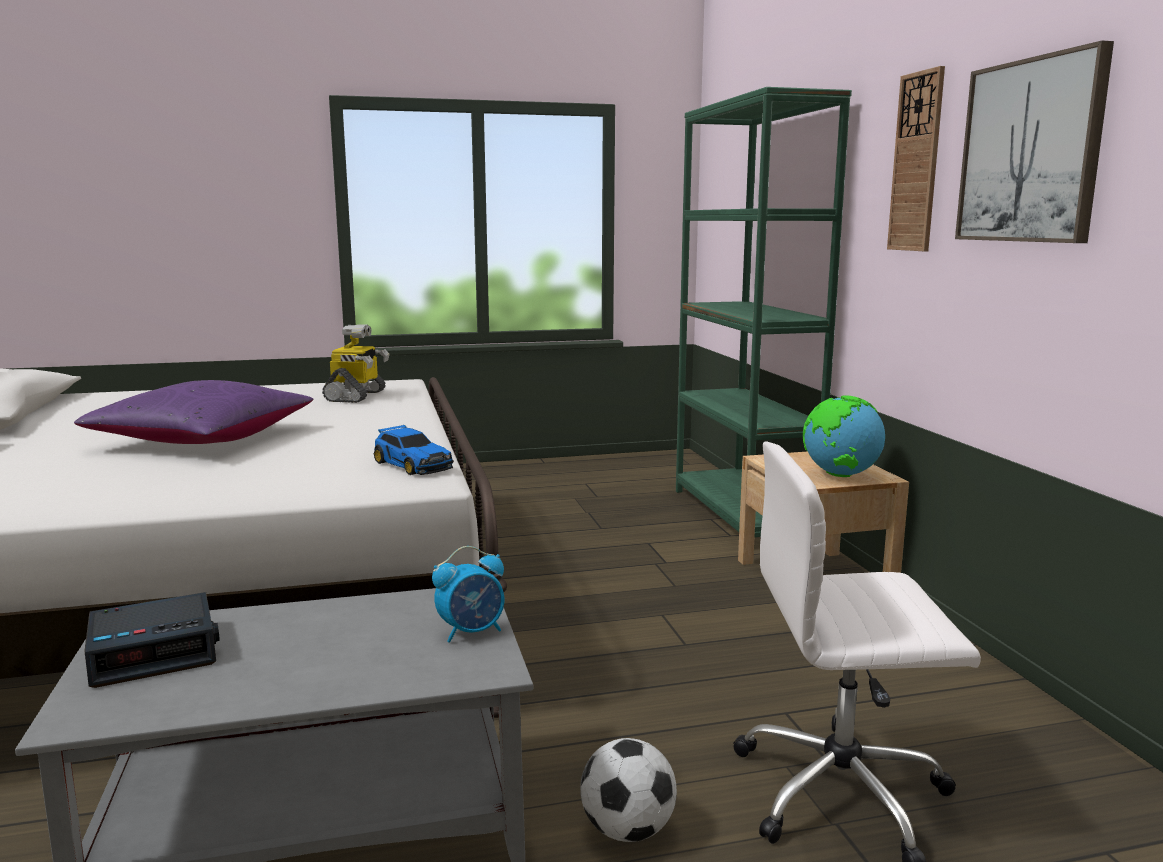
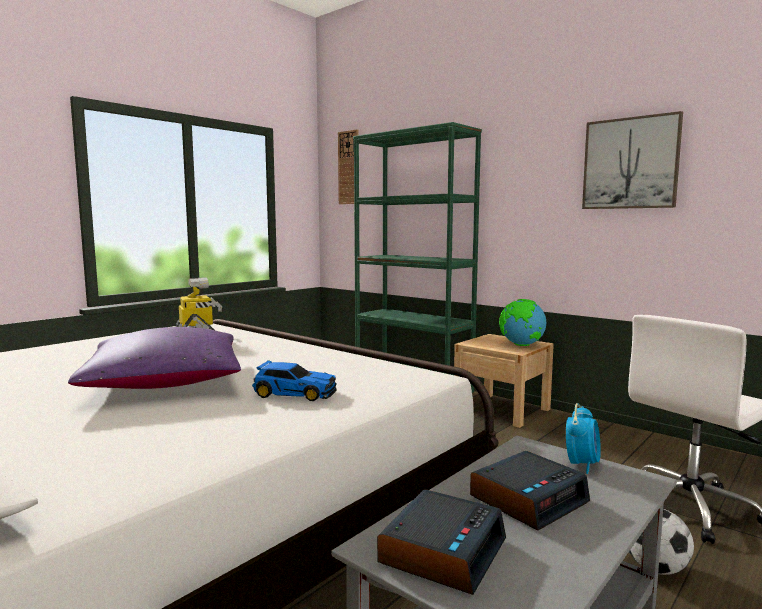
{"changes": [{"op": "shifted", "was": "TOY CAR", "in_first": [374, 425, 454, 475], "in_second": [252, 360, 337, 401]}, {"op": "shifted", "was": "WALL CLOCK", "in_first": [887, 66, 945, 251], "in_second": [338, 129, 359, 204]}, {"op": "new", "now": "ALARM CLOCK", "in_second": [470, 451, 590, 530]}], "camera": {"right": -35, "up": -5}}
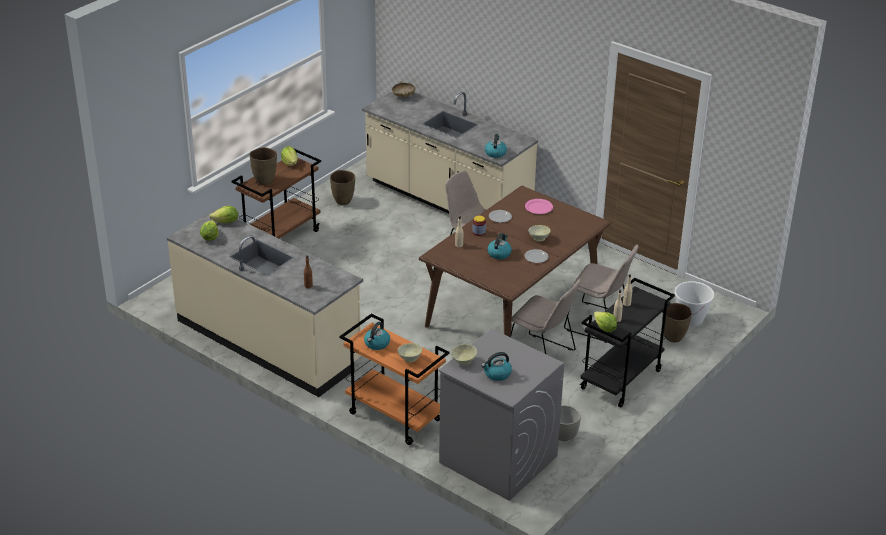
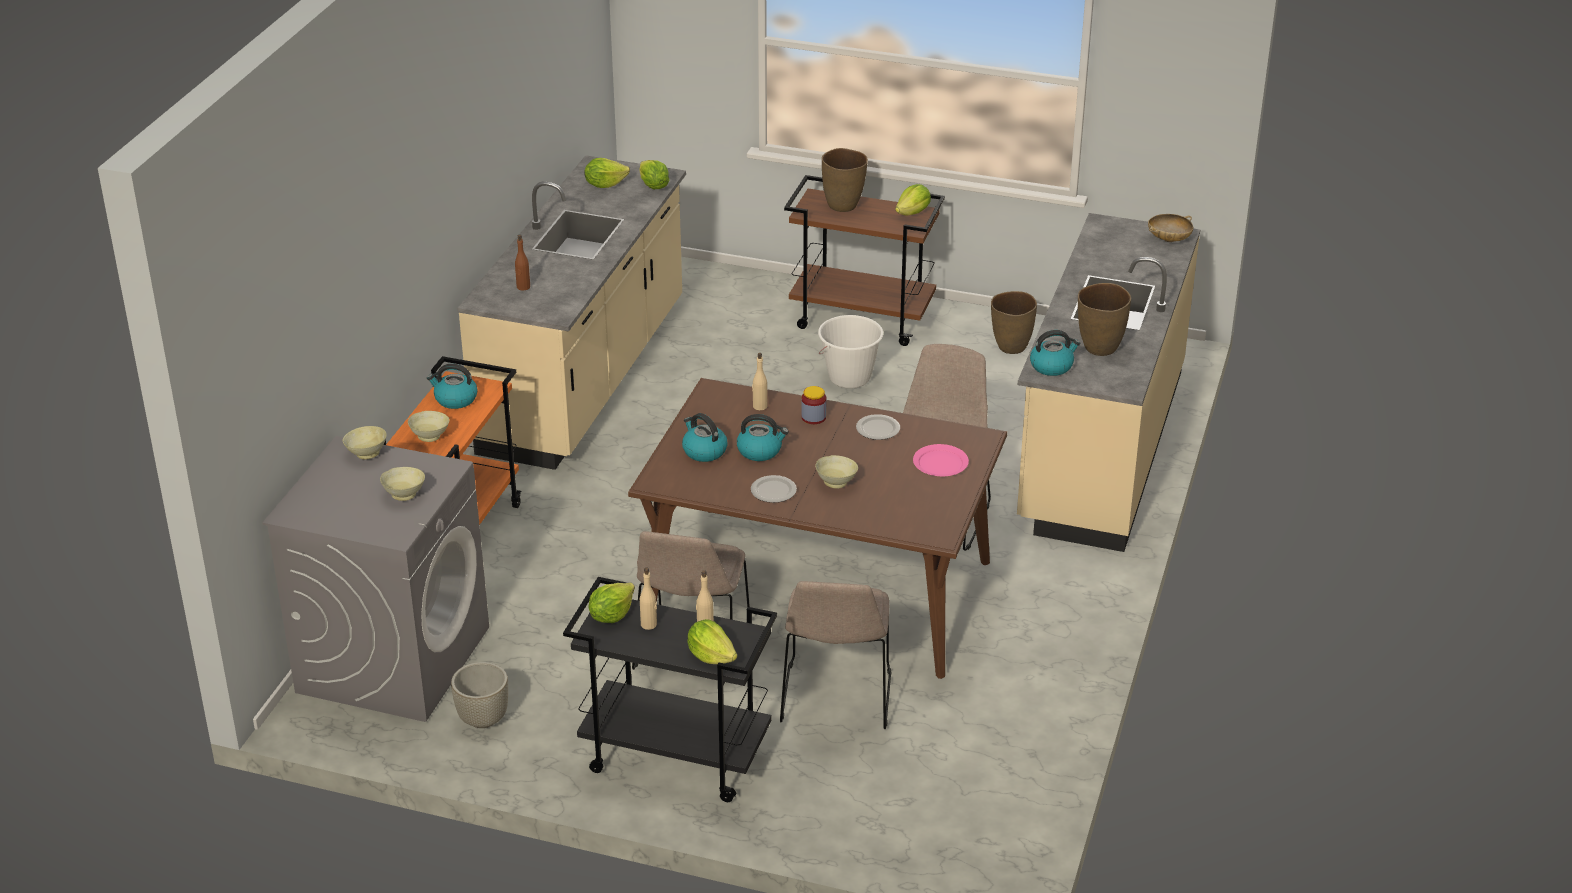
{"changes": [{"op": "shifted", "was": "KETTLE", "in_first": [481, 352, 512, 381], "in_second": [682, 413, 728, 462]}, {"op": "shifted", "was": "BROWN VASE", "in_first": [664, 303, 692, 343], "in_second": [1078, 283, 1131, 356]}, {"op": "shifted", "was": "WHITE BUCKET", "in_first": [675, 281, 714, 326], "in_second": [818, 315, 883, 389]}, {"op": "new", "now": "BEIGE BOWL", "in_second": [380, 467, 425, 501]}, {"op": "new", "now": "LETTUCE", "in_second": [687, 619, 737, 664]}], "camera": {"right": 70, "up": 0}}
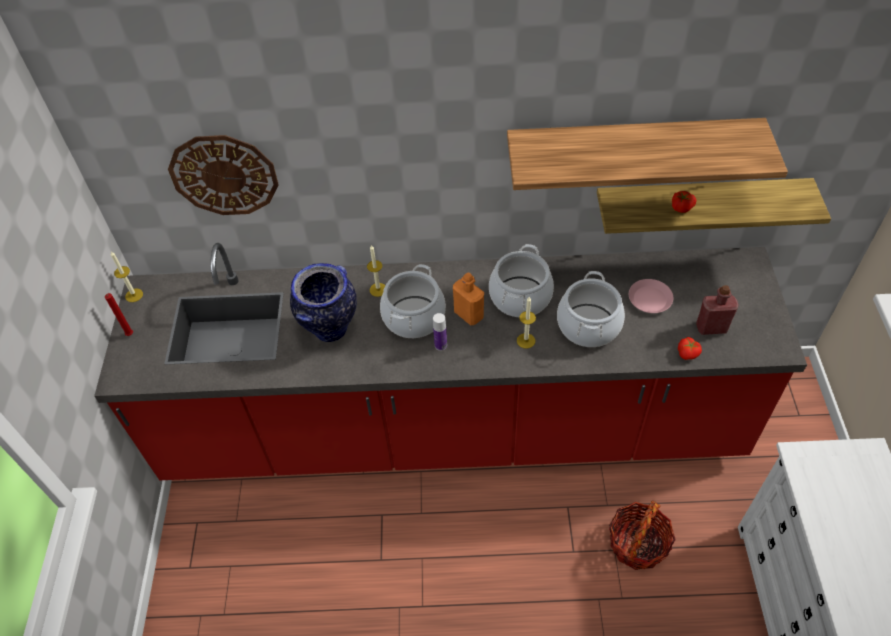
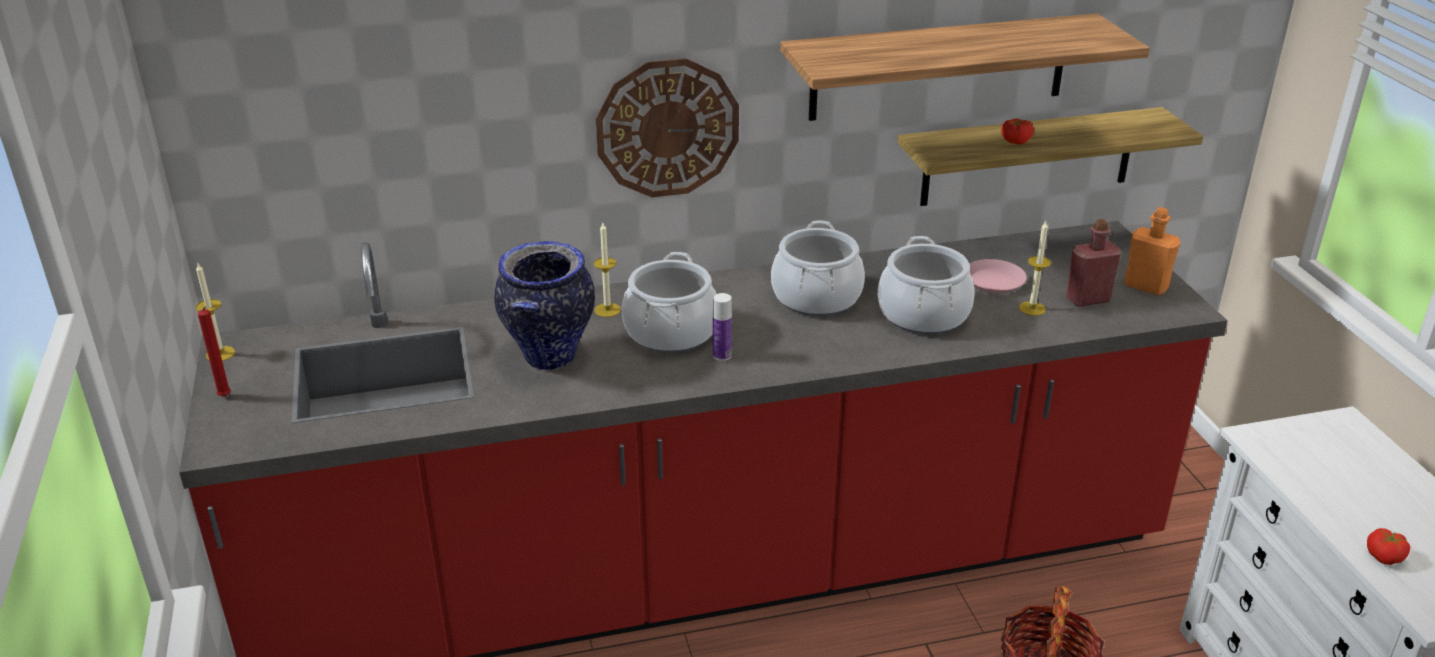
{"changes": [{"op": "shifted", "was": "WALL CLOCK", "in_first": [168, 135, 279, 215], "in_second": [596, 58, 739, 197]}, {"op": "shifted", "was": "ORANGE BOTTLE", "in_first": [453, 272, 484, 326], "in_second": [1124, 207, 1180, 295]}, {"op": "shifted", "was": "CANDLE", "in_first": [517, 297, 536, 349], "in_second": [1019, 221, 1051, 316]}, {"op": "shifted", "was": "TOMATO", "in_first": [678, 337, 702, 360], "in_second": [1367, 528, 1410, 565]}], "camera": {"right": -15, "up": -20}}
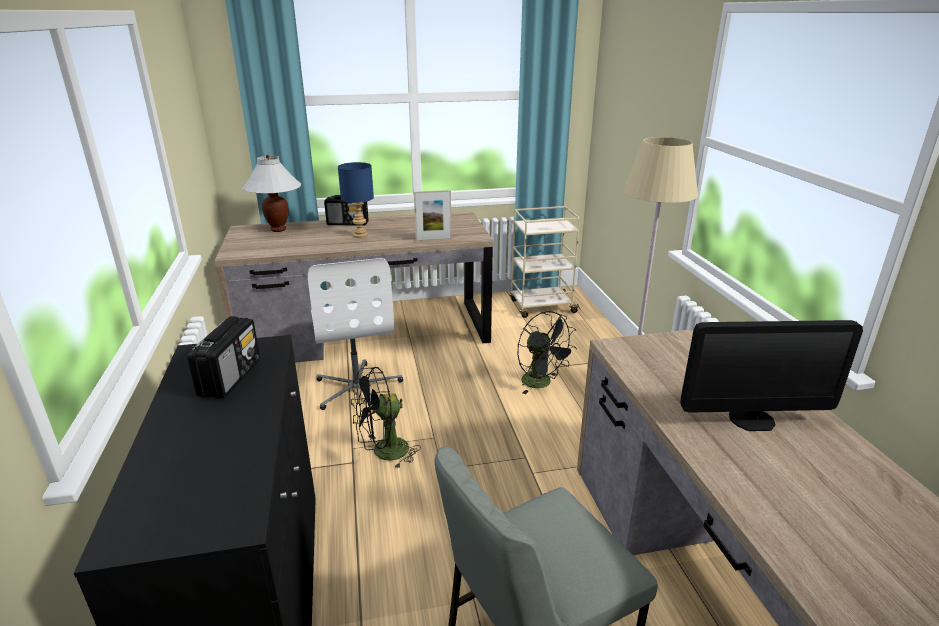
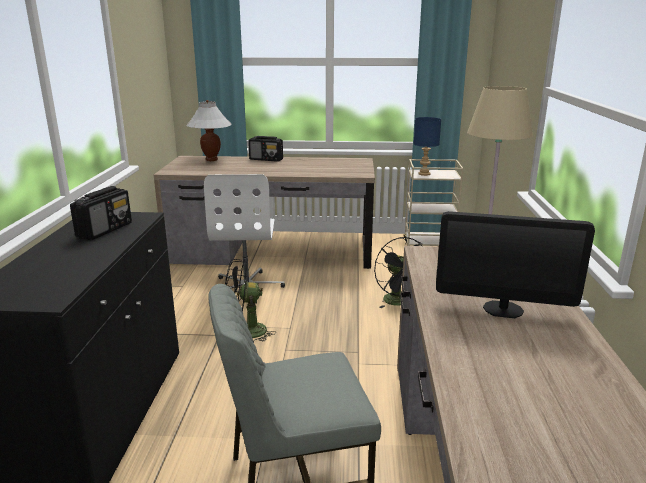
{"changes": [{"op": "shifted", "was": "BLUE TABLE LAMP", "in_first": [338, 162, 374, 238], "in_second": [414, 117, 441, 176]}, {"op": "gone", "was": "PICTURE FRAME", "in_first": [414, 190, 452, 241]}], "camera": {"right": 15, "up": -5}}
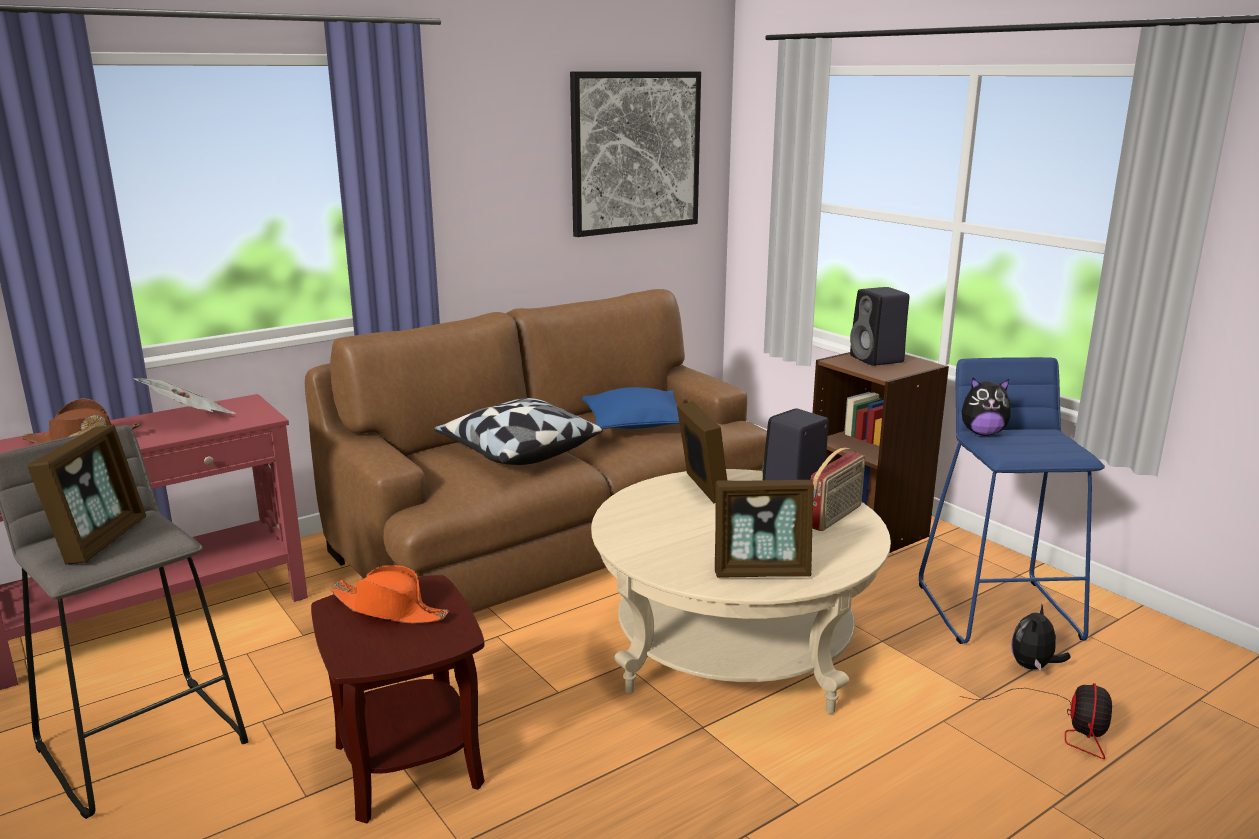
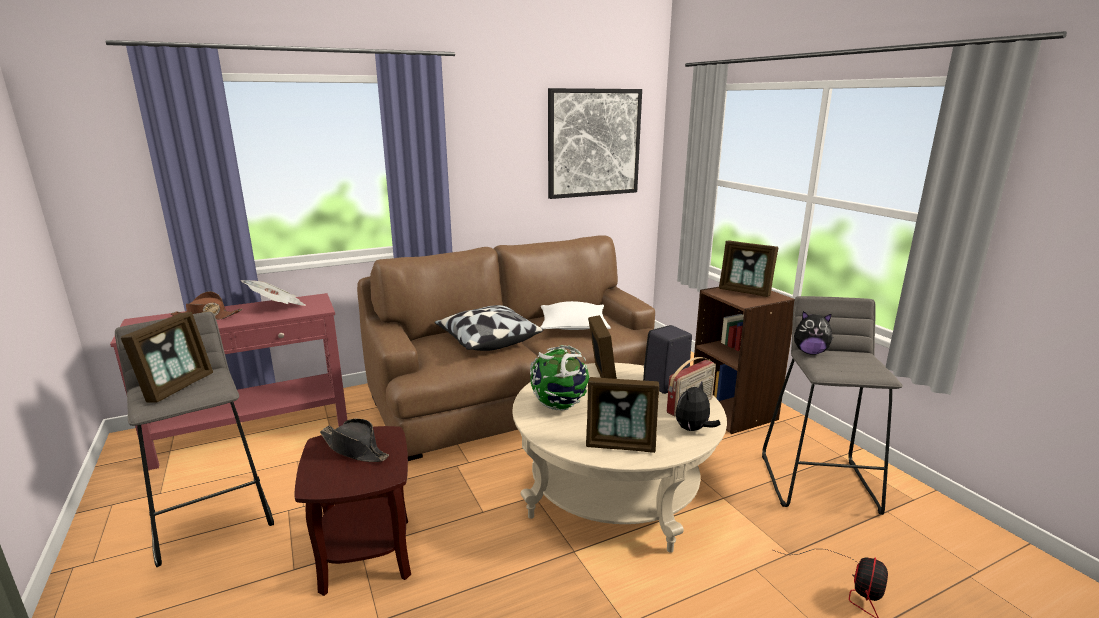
{"changes": [{"op": "repainted", "was": "ORANGE HAT", "now": "BLACK HAT", "in_first": [330, 565, 449, 623], "in_second": [320, 418, 389, 462]}, {"op": "repainted", "was": "BLUE PILLOW", "now": "WHITE PILLOW", "in_first": [582, 387, 680, 429], "in_second": [541, 301, 611, 330]}, {"op": "swapped", "was": "BLACK SPEAKER", "now": "PICTURE FRAME", "in_first": [850, 287, 909, 366], "in_second": [719, 241, 779, 297]}, {"op": "repainted", "was": "BLUE STOOL", "now": "GREY STOOL", "in_first": [919, 357, 1105, 644], "in_second": [762, 296, 903, 515]}, {"op": "shifted", "was": "PLUSH TOY", "in_first": [1011, 605, 1071, 671], "in_second": [676, 382, 720, 431]}, {"op": "new", "now": "GLOBE", "in_second": [530, 345, 589, 410]}], "camera": {"right": 10, "up": 0}}
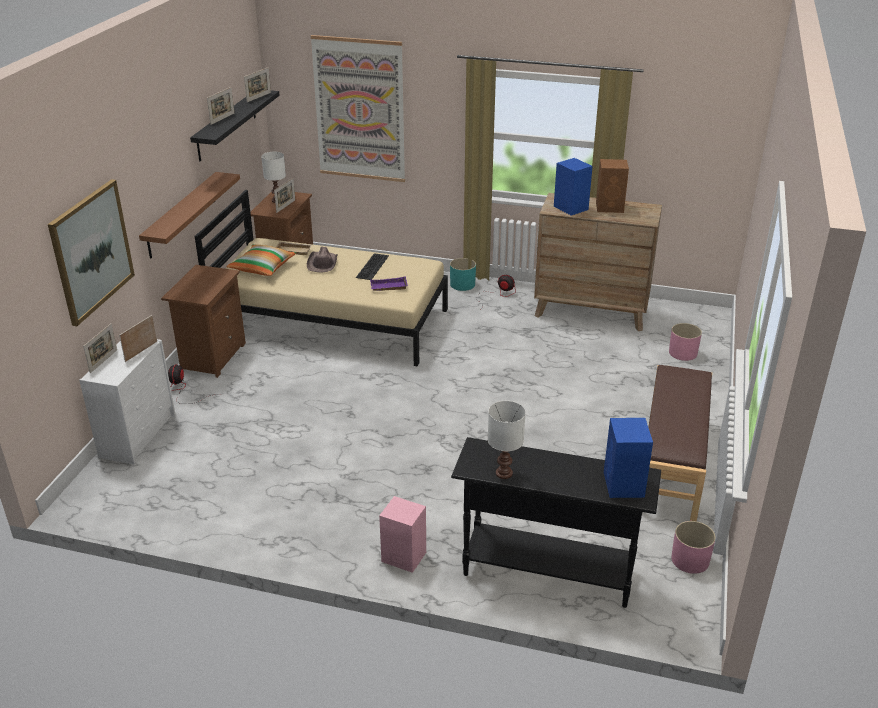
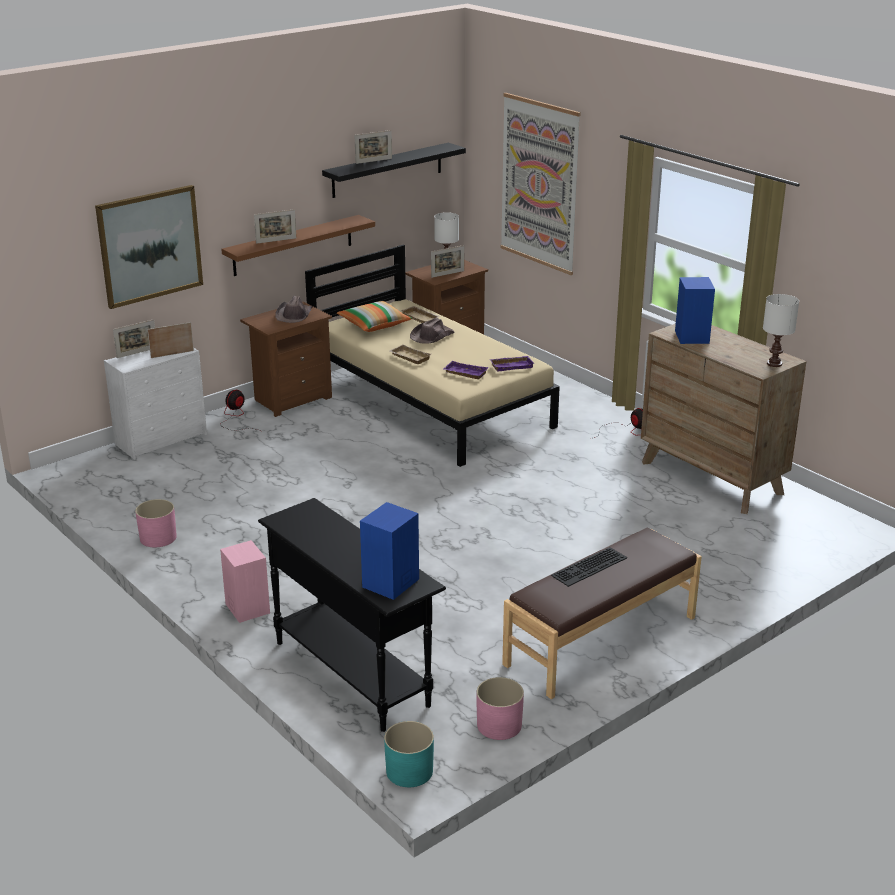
{"changes": [{"op": "shifted", "was": "PICTURE FRAME", "in_first": [244, 67, 271, 102], "in_second": [254, 209, 296, 244]}, {"op": "shifted", "was": "KEYBOARD", "in_first": [356, 253, 389, 280], "in_second": [551, 547, 627, 587]}, {"op": "shifted", "was": "TURQUOISE PLANTER", "in_first": [450, 258, 476, 291], "in_second": [384, 721, 434, 787]}, {"op": "shifted", "was": "WHITE TABLE LAMP", "in_first": [488, 401, 526, 479], "in_second": [763, 294, 799, 367]}, {"op": "gone", "was": "BROWN SPEAKER", "in_first": [596, 159, 629, 213]}, {"op": "shifted", "was": "PINK PLANTER", "in_first": [669, 323, 702, 361], "in_second": [135, 499, 177, 547]}, {"op": "new", "now": "BROWN HAT", "in_second": [275, 296, 313, 323]}, {"op": "new", "now": "BEIGE TRAY", "in_second": [390, 344, 431, 364]}, {"op": "new", "now": "PURPLE TRAY", "in_second": [490, 356, 535, 371]}], "camera": {"right": 35, "up": -5}}
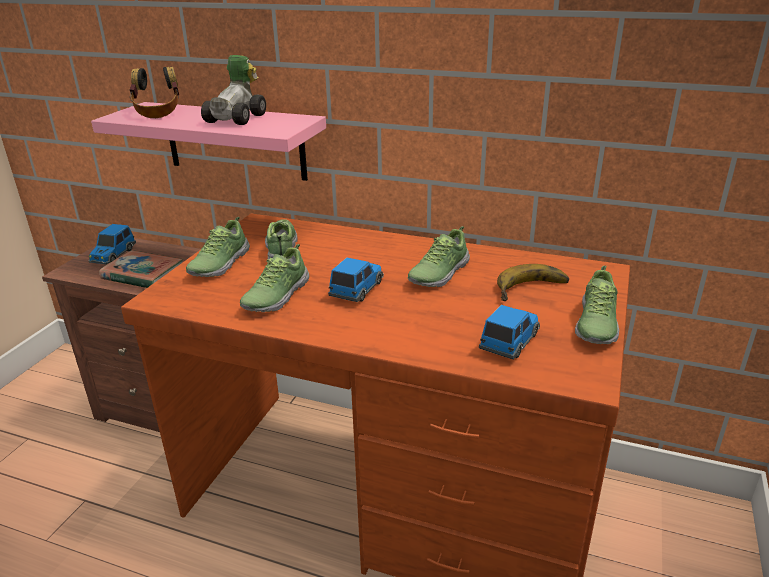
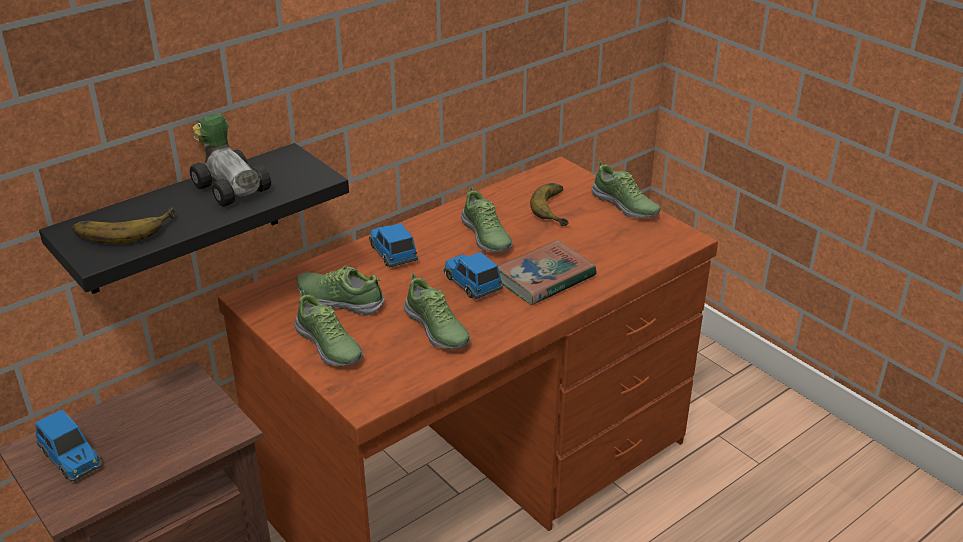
{"changes": [{"op": "repainted", "was": "PINK SHELF", "now": "BLACK SHELF", "in_first": [91, 102, 326, 181], "in_second": [39, 143, 349, 294]}, {"op": "shifted", "was": "BOOK", "in_first": [99, 250, 184, 288], "in_second": [498, 239, 597, 305]}, {"op": "swapped", "was": "HEADPHONES", "now": "BANANA", "in_first": [130, 67, 179, 118], "in_second": [72, 207, 175, 244]}, {"op": "shifted", "was": "TOY CAR", "in_first": [479, 305, 540, 360], "in_second": [369, 223, 418, 267]}], "camera": {"right": -60, "up": 5}}
